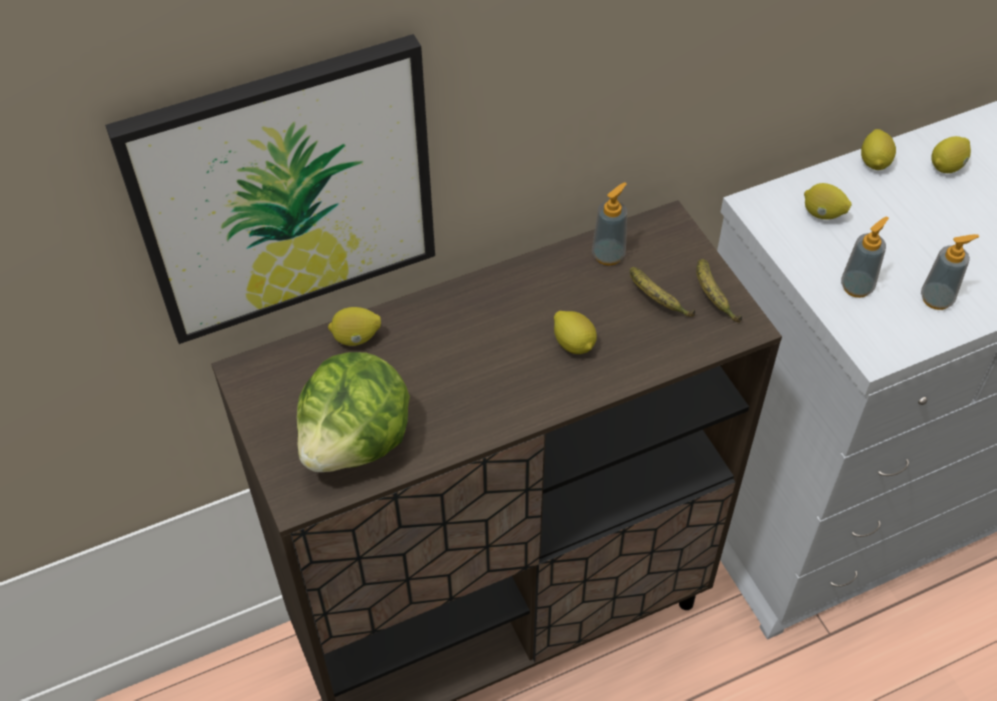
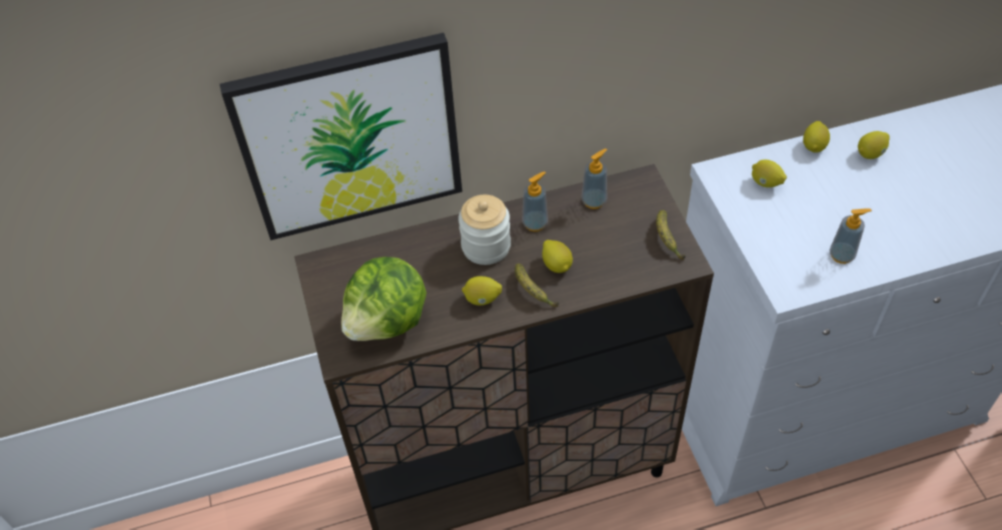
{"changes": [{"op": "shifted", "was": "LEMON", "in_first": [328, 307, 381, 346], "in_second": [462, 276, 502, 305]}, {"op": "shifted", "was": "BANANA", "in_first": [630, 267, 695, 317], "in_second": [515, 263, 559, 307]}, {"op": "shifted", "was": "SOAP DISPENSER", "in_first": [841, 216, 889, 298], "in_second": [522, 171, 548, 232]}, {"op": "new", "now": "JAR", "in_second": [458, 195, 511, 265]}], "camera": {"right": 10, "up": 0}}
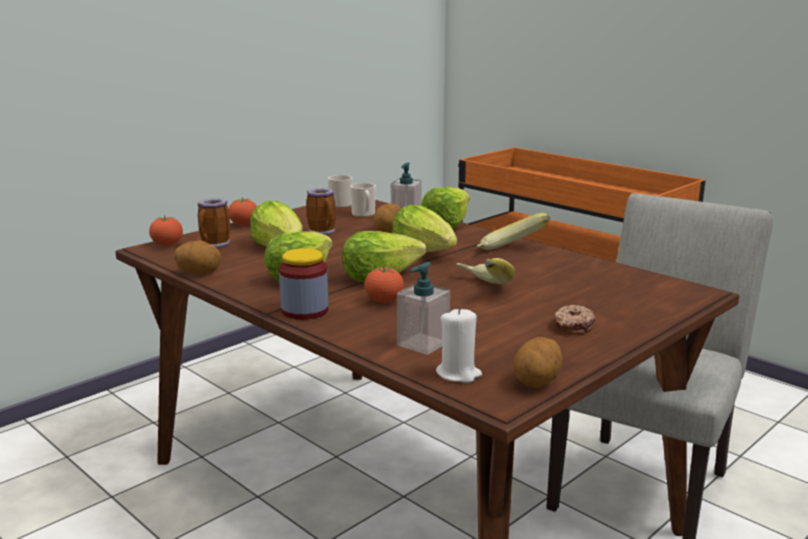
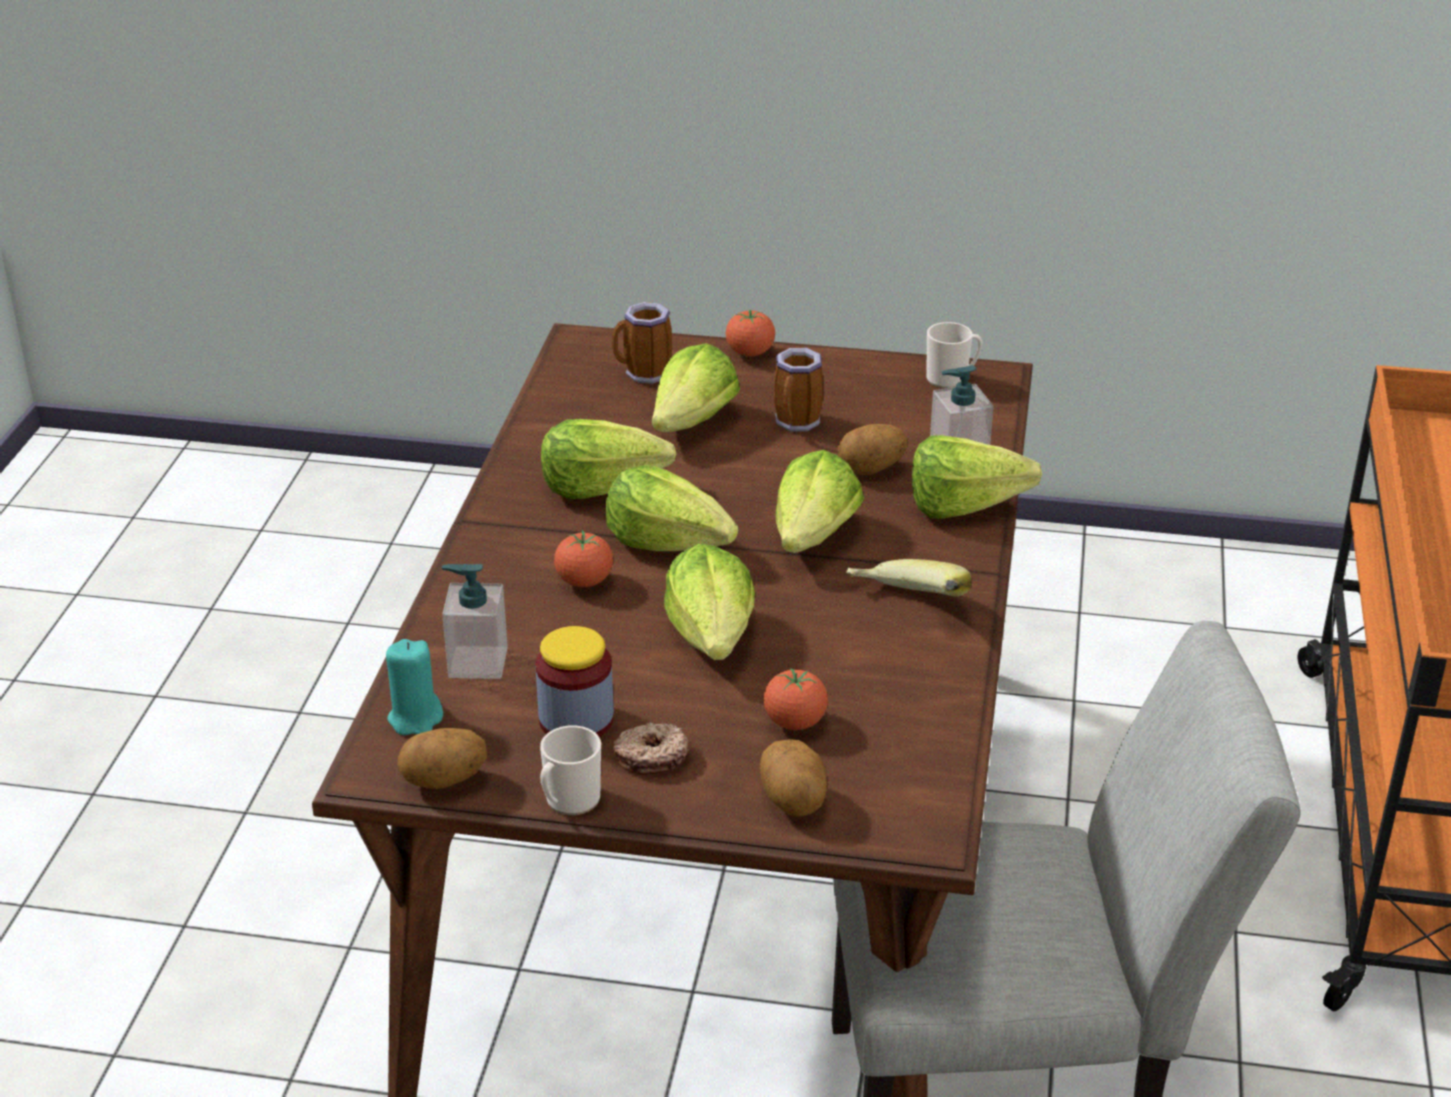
{"changes": [{"op": "shifted", "was": "TOMATO", "in_first": [149, 215, 183, 246], "in_second": [763, 668, 828, 730]}, {"op": "shifted", "was": "POTATO", "in_first": [174, 241, 221, 275], "in_second": [760, 739, 827, 817]}, {"op": "shifted", "was": "JAR", "in_first": [279, 248, 328, 320], "in_second": [535, 626, 614, 737]}, {"op": "shifted", "was": "MUG", "in_first": [350, 183, 376, 217], "in_second": [540, 726, 601, 815]}, {"op": "repainted", "was": "WHITE CANDLE", "now": "TURQUOISE CANDLE", "in_first": [436, 308, 482, 383], "in_second": [386, 639, 443, 735]}, {"op": "swapped", "was": "BANANA", "now": "LETTUCE", "in_first": [456, 258, 515, 284], "in_second": [664, 544, 755, 660]}], "camera": {"right": 55, "up": 15}}
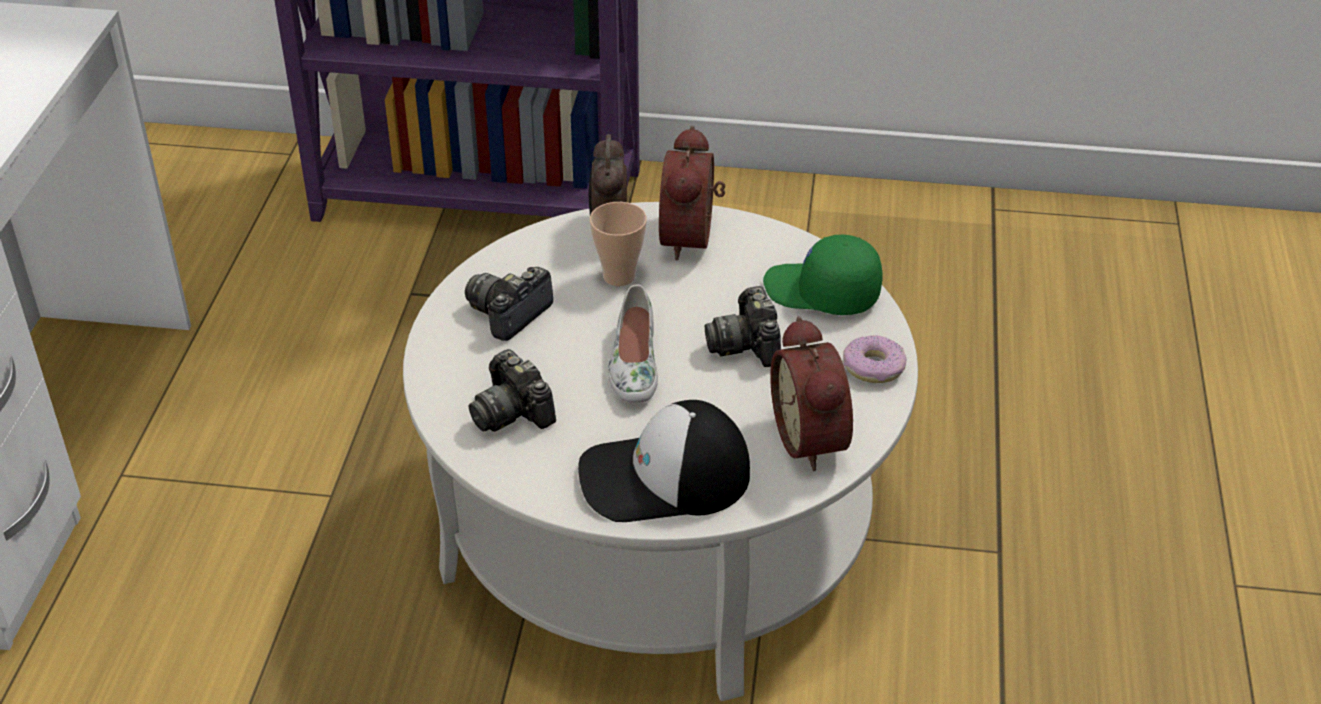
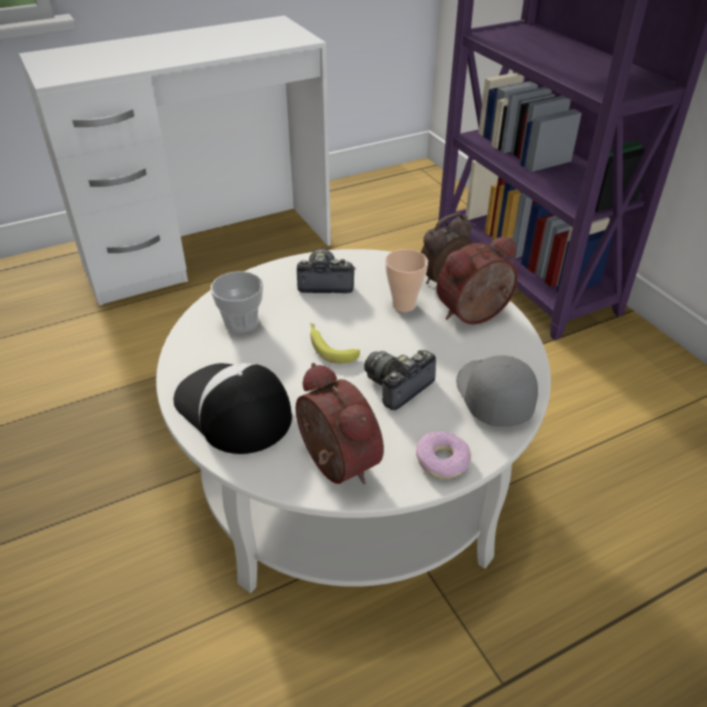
{"changes": [{"op": "swapped", "was": "PHOTO CAMERA", "now": "CUP", "in_first": [468, 349, 556, 432], "in_second": [211, 271, 263, 333]}, {"op": "swapped", "was": "WHITE SHOE", "now": "BANANA", "in_first": [608, 285, 658, 402], "in_second": [310, 323, 360, 363]}, {"op": "repainted", "was": "GREEN CAP", "now": "GREY CAP", "in_first": [763, 234, 883, 315], "in_second": [456, 355, 538, 427]}, {"op": "rotated", "was": "ALARM CLOCK", "in_first": [770, 316, 853, 472], "in_second": [296, 363, 384, 484], "clockwise": 105}], "camera": {"right": 55, "up": 0}}
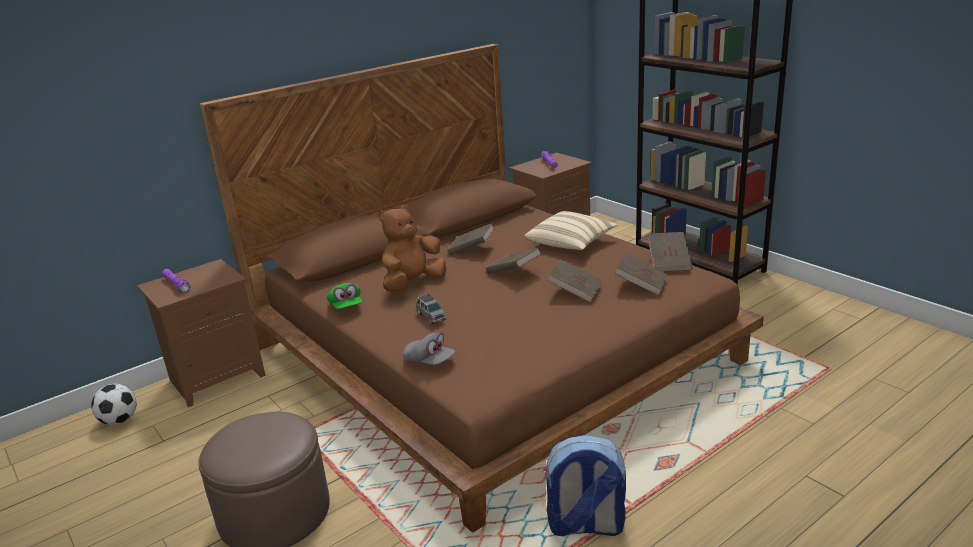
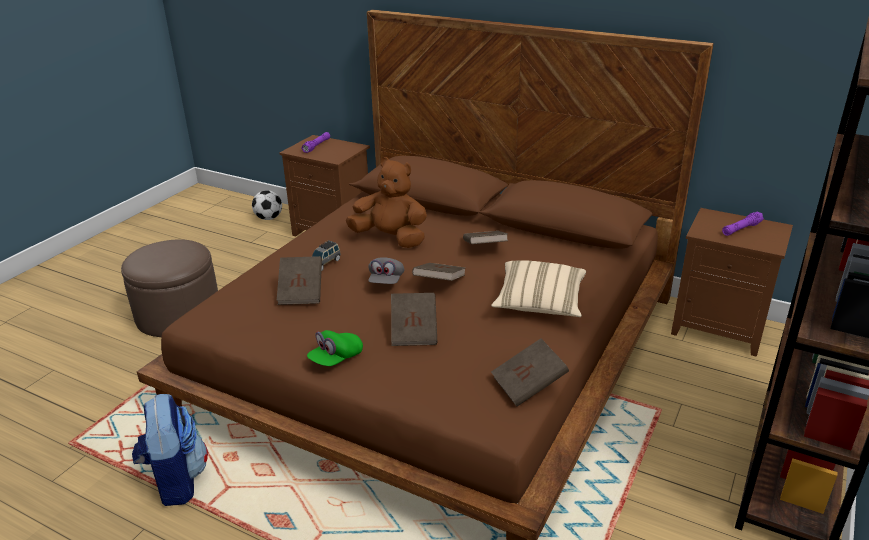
{"changes": [{"op": "shifted", "was": "GREEN CAP", "in_first": [327, 283, 362, 309], "in_second": [307, 330, 363, 366]}, {"op": "shifted", "was": "GREY CAP", "in_first": [403, 332, 455, 365], "in_second": [368, 257, 404, 284]}, {"op": "shifted", "was": "BROWN BOOK", "in_first": [614, 253, 668, 296], "in_second": [277, 256, 322, 305]}], "camera": {"right": 65, "up": 5}}
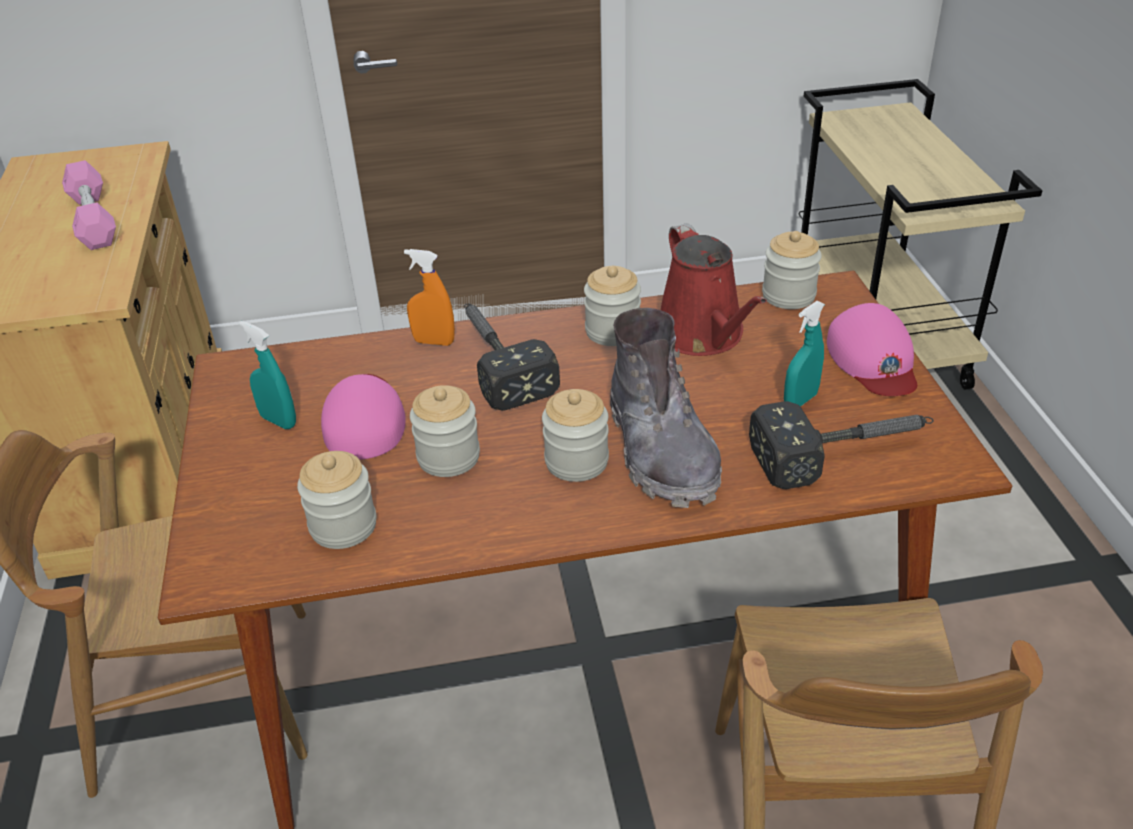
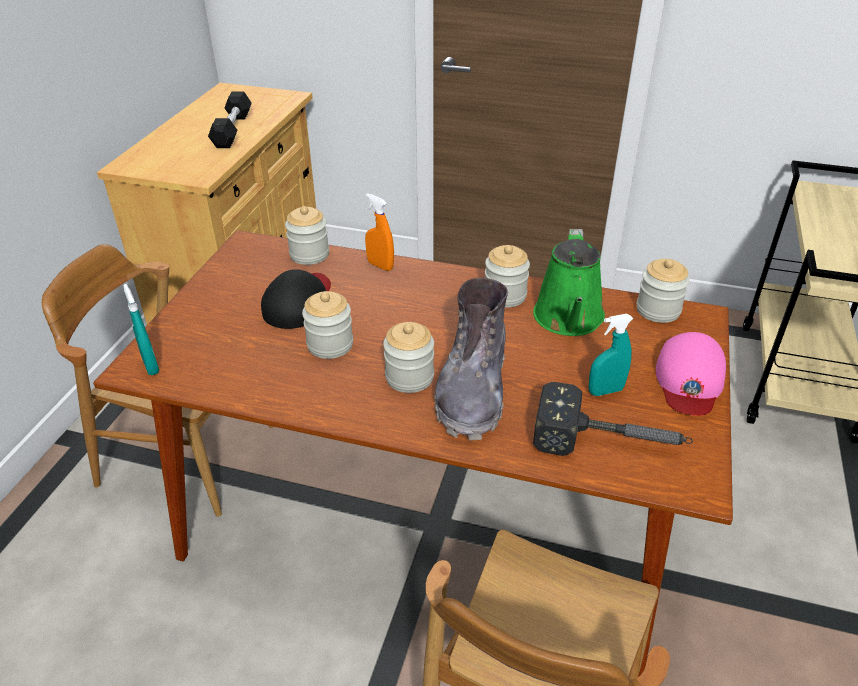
{"changes": [{"op": "repainted", "was": "PINK DUMBBELL", "now": "BLACK DUMBBELL", "in_first": [62, 160, 116, 250], "in_second": [208, 91, 252, 148]}, {"op": "shifted", "was": "TURQUOISE SPRAY BOTTLE", "in_first": [239, 321, 296, 429], "in_second": [123, 284, 159, 375]}, {"op": "shifted", "was": "JAR", "in_first": [297, 451, 377, 549], "in_second": [285, 206, 329, 265]}, {"op": "repainted", "was": "PINK CAP", "now": "BLACK CAP", "in_first": [321, 374, 406, 460], "in_second": [261, 269, 331, 329]}, {"op": "gone", "was": "HAMMER", "in_first": [464, 304, 560, 411]}, {"op": "repainted", "was": "RED WATERING CAN", "now": "GREEN WATERING CAN", "in_first": [661, 223, 767, 356], "in_second": [533, 229, 605, 336]}], "camera": {"right": 25, "up": 0}}
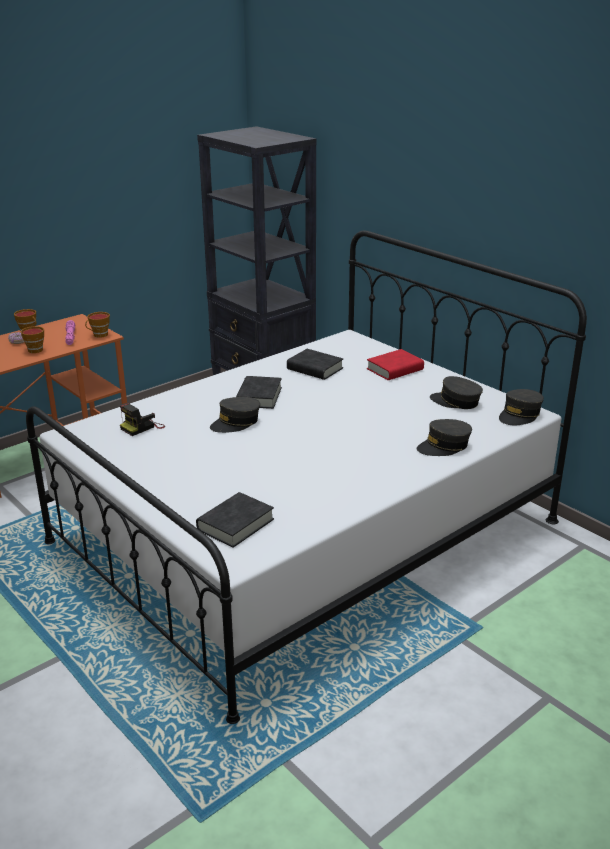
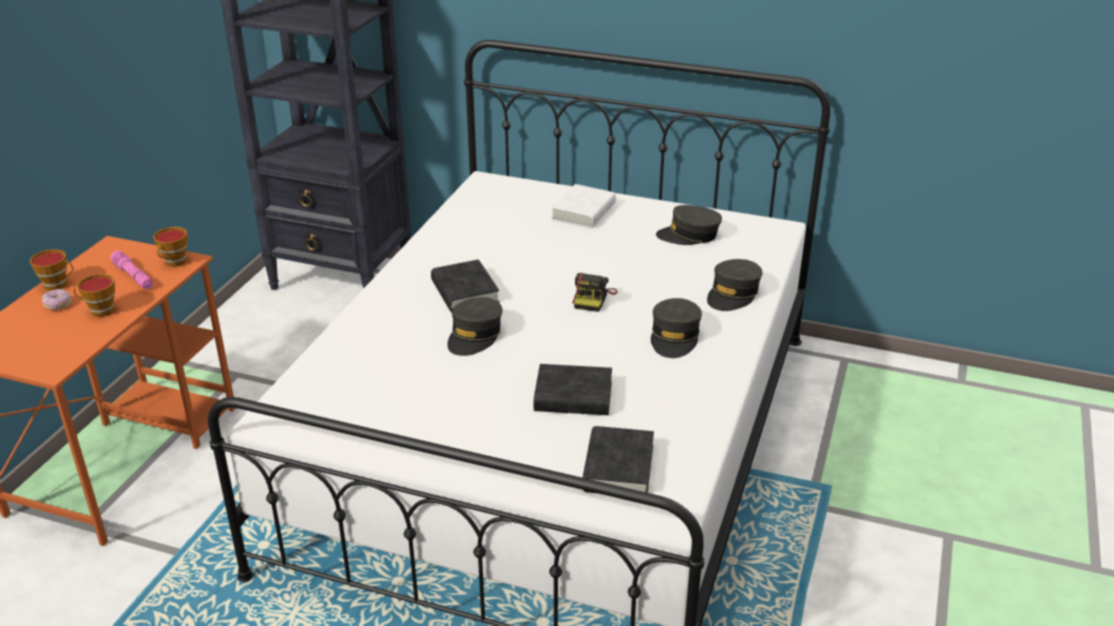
{"changes": [{"op": "shifted", "was": "PHOTO CAMERA", "in_first": [120, 403, 165, 436], "in_second": [572, 273, 618, 312]}, {"op": "shifted", "was": "BLACK BOOK", "in_first": [287, 349, 343, 380], "in_second": [534, 364, 612, 415]}, {"op": "repainted", "was": "RED BOOK", "now": "WHITE BOOK", "in_first": [367, 349, 424, 380], "in_second": [551, 184, 616, 228]}, {"op": "shifted", "was": "GREY CAP", "in_first": [499, 389, 544, 425], "in_second": [651, 298, 702, 358]}], "camera": {"right": -30, "up": 5}}
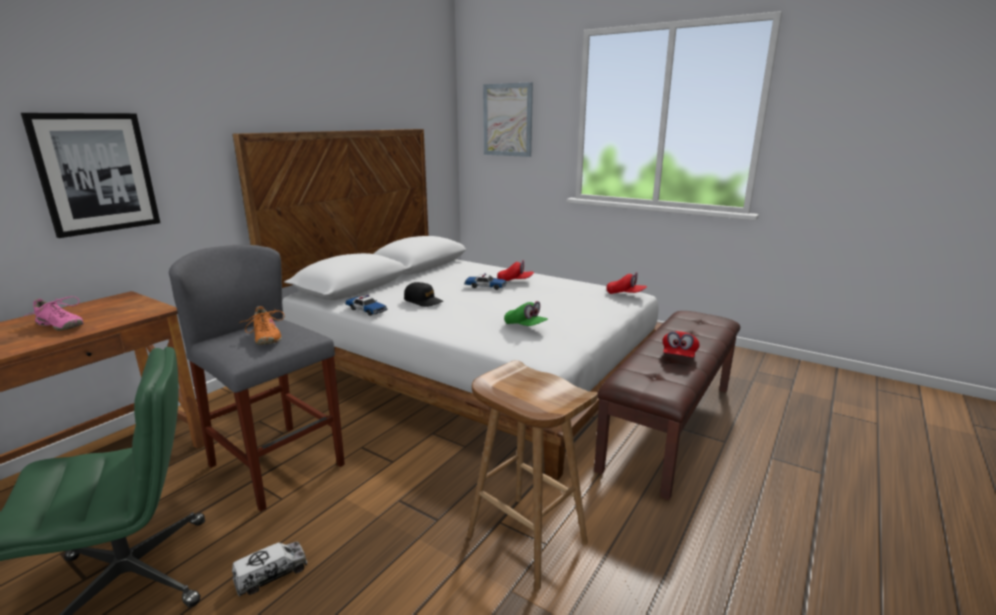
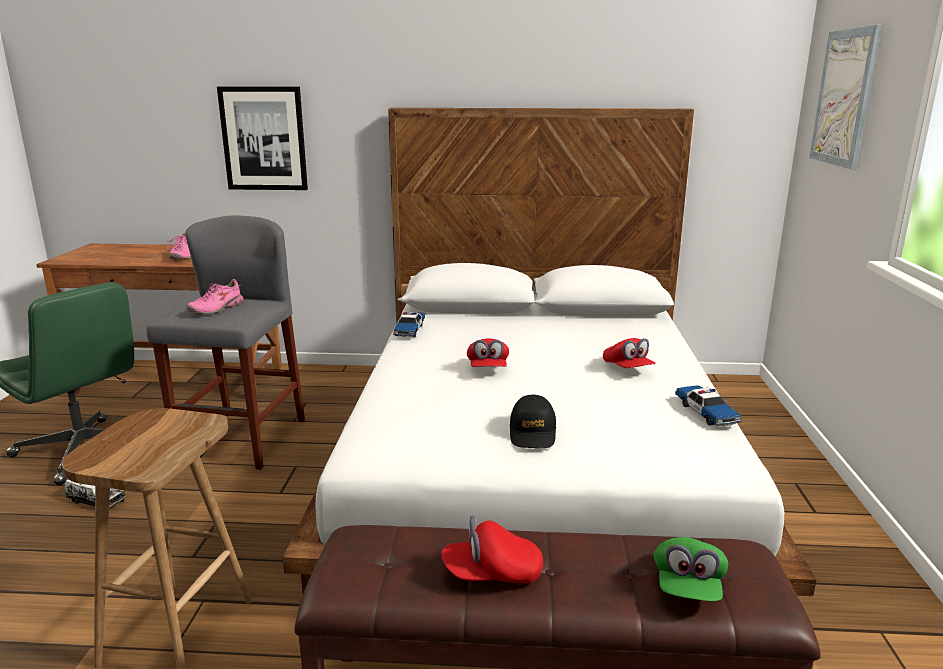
{"changes": [{"op": "repainted", "was": "ORANGE SHOE", "now": "PINK SHOE", "in_first": [240, 306, 285, 345], "in_second": [186, 279, 243, 314]}, {"op": "shifted", "was": "BLACK CAP", "in_first": [404, 282, 443, 307], "in_second": [510, 394, 556, 448]}, {"op": "shifted", "was": "TOY CAR", "in_first": [464, 273, 507, 290], "in_second": [675, 385, 742, 426]}, {"op": "shifted", "was": "GREEN CAP", "in_first": [504, 301, 548, 326], "in_second": [653, 537, 728, 601]}, {"op": "shifted", "was": "RED CAP", "in_first": [606, 272, 647, 294], "in_second": [467, 339, 509, 367]}], "camera": {"right": 60, "up": 0}}
